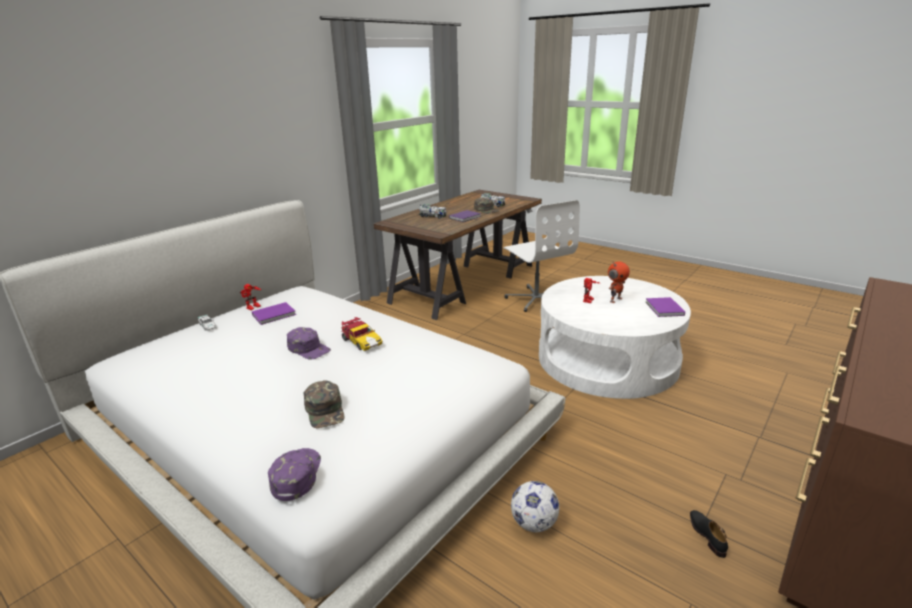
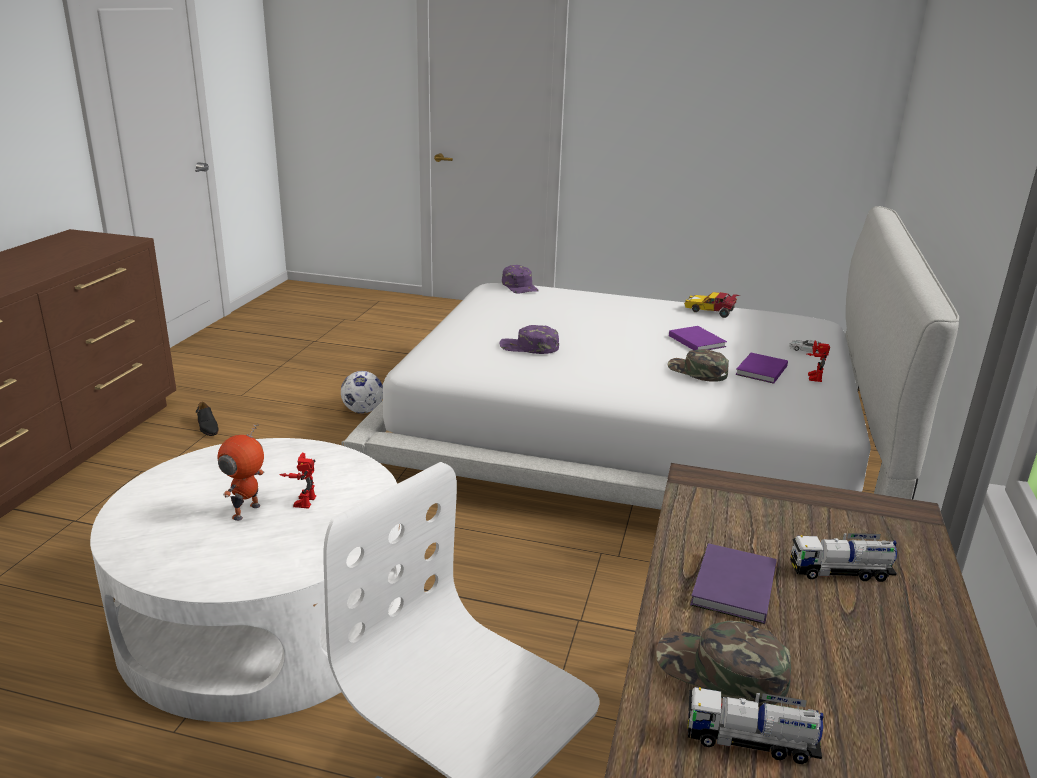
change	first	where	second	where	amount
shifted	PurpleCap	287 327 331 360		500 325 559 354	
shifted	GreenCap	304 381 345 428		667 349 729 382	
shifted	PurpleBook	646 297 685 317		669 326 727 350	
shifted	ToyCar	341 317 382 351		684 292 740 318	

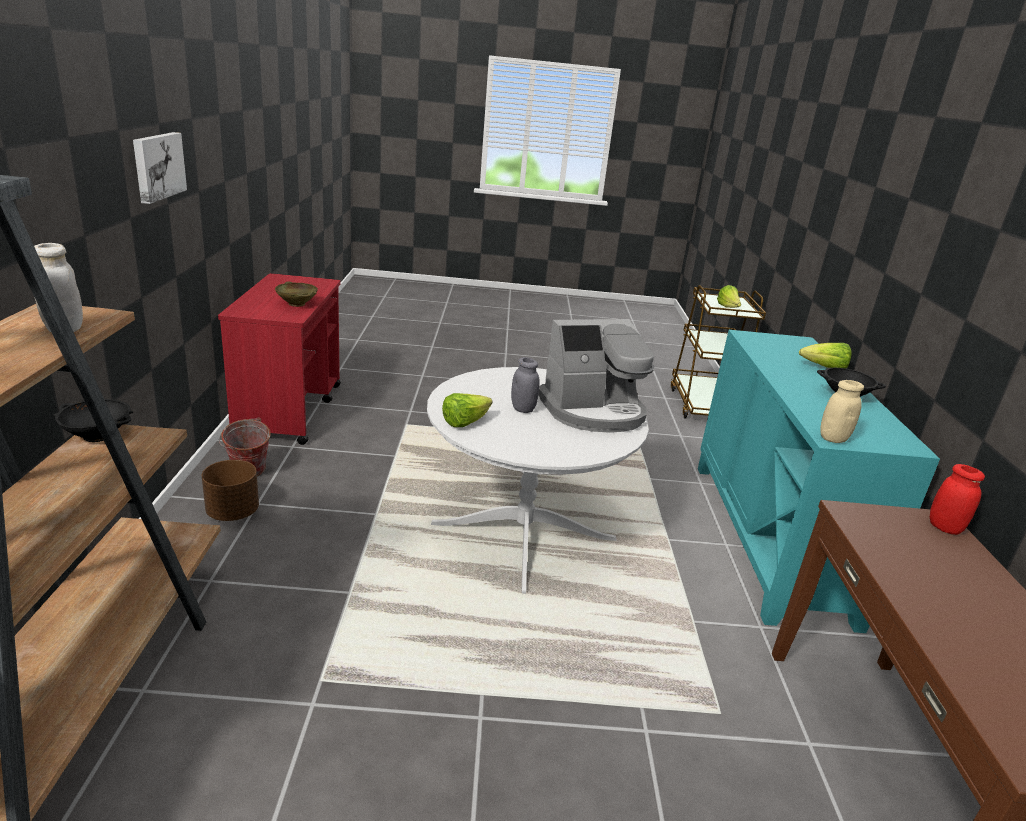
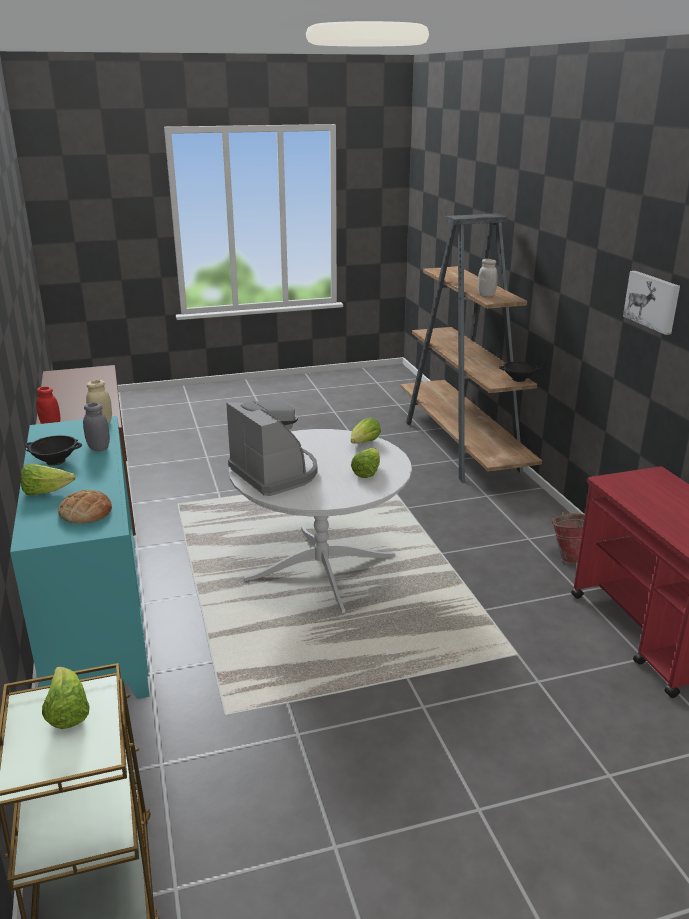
change	first	where	second	where	amount
new			Bread	58 490 112 523	
shifted	GreyJar	511 357 540 413		83 403 110 451	
rotated	CoffeeMachine	538 319 654 433		226 401 318 496	90 degrees clockwise
new			Lettuce	351 448 380 478	
gone	BrownPlanter	202 460 259 521			
gone	BeigeBowl	275 282 318 307			

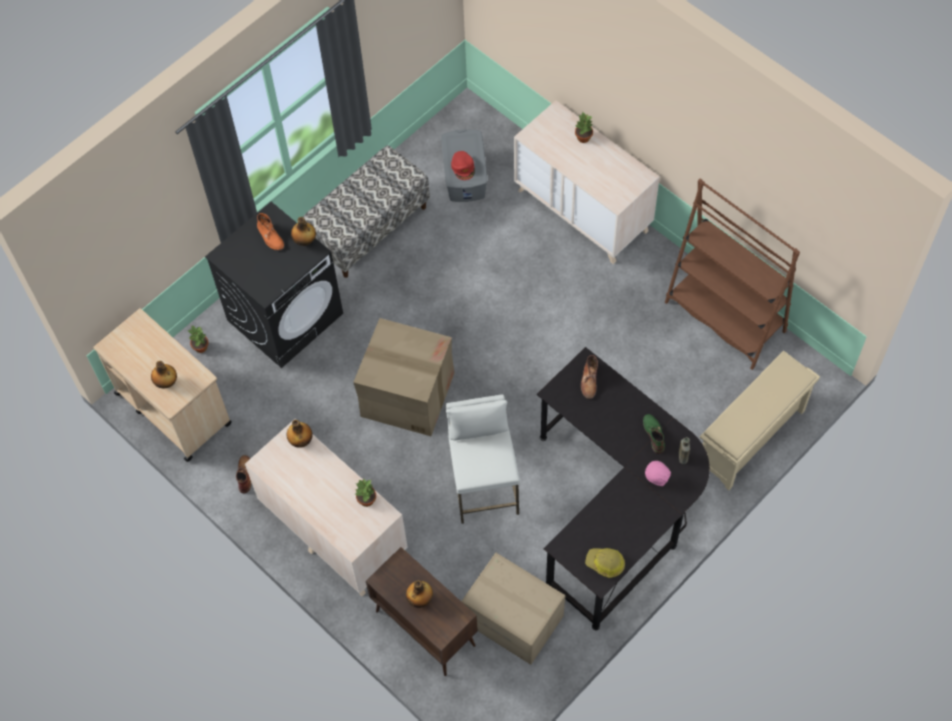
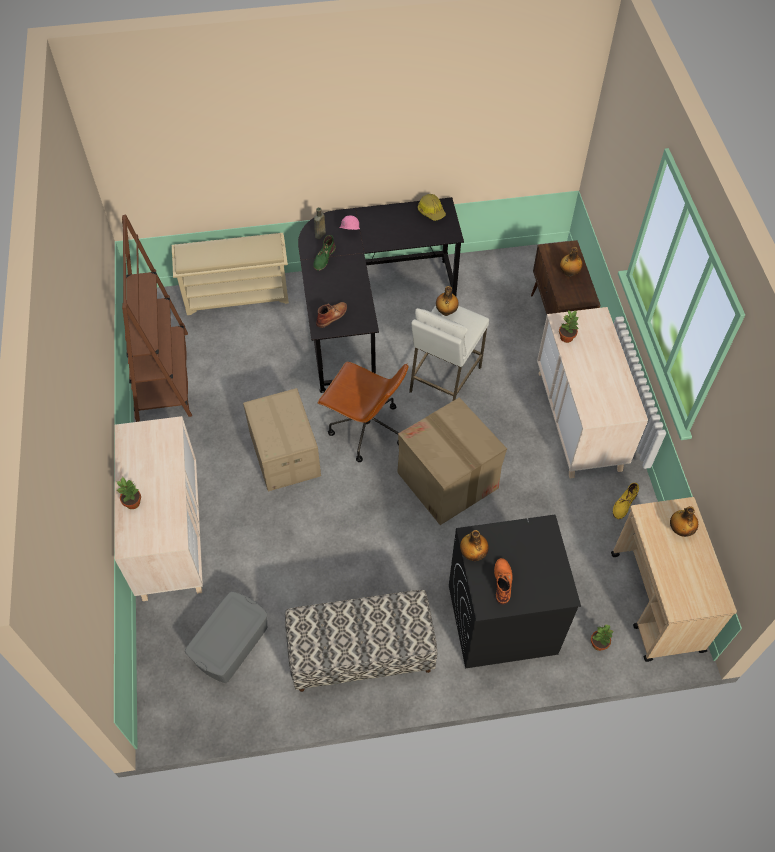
change	first	where	second	where	amount
shifted	CardboardBox	461 553 565 665		243 388 321 491	
new			BrownOfficeChair	317 362 408 462	
shifted	Bottle	286 420 312 448		436 286 459 316	
repainted	BrownBoot	236 455 252 493	YellowBoot	613 483 639 519	
gone	RedCap	451 151 475 180			

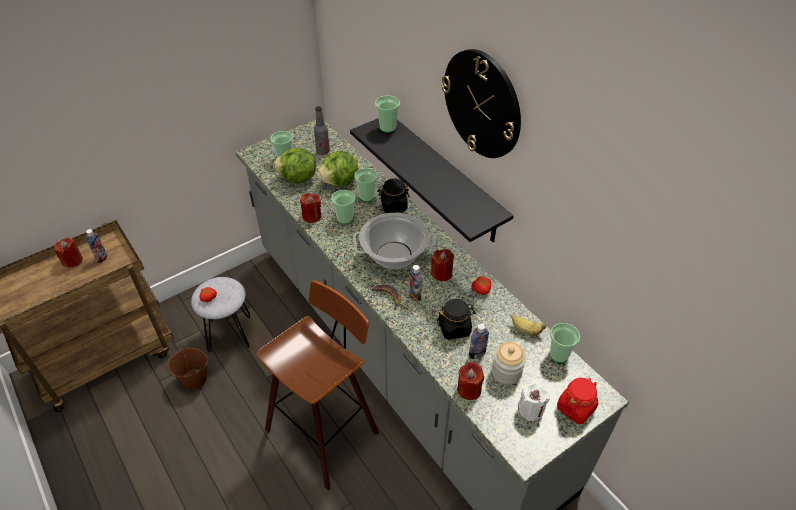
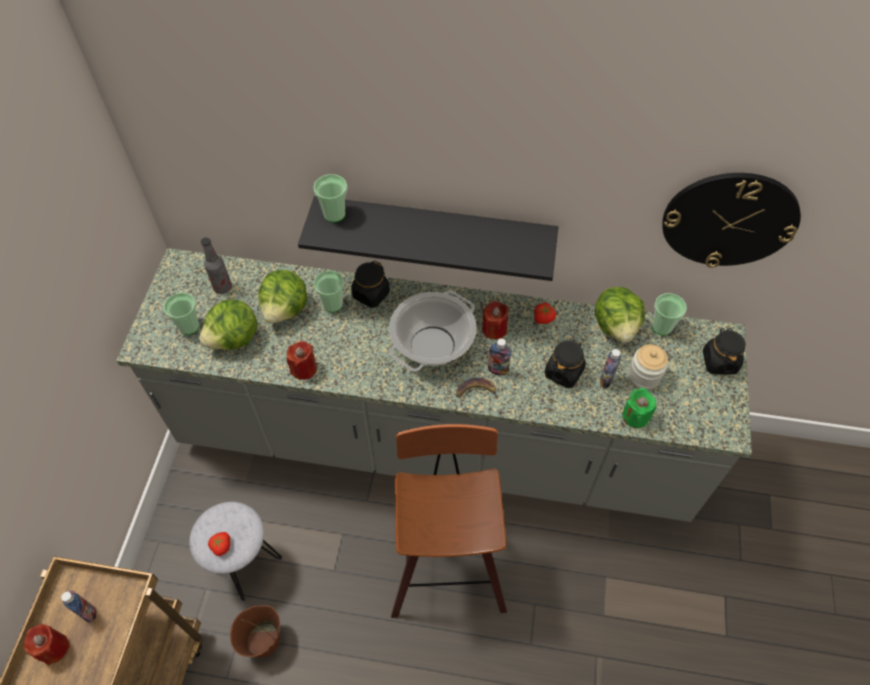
change	first	where	second	where	amount
swapped	Banana	511 315 546 335	Lettuce	595 287 645 343	
repainted	RedCandle	457 362 484 400	GreenCandle	622 388 657 429	
shifted	WallClock	442 49 521 158		662 173 801 268	
repainted	RedJar	557 378 598 424	BlackJar	703 328 745 375	
gone	Cup	331 190 356 224			
gone	WhiteCandle	518 383 549 421			

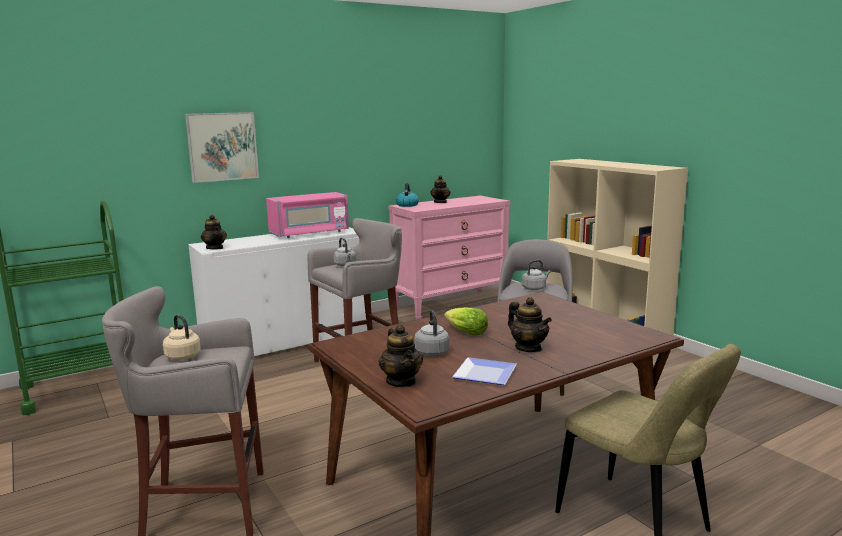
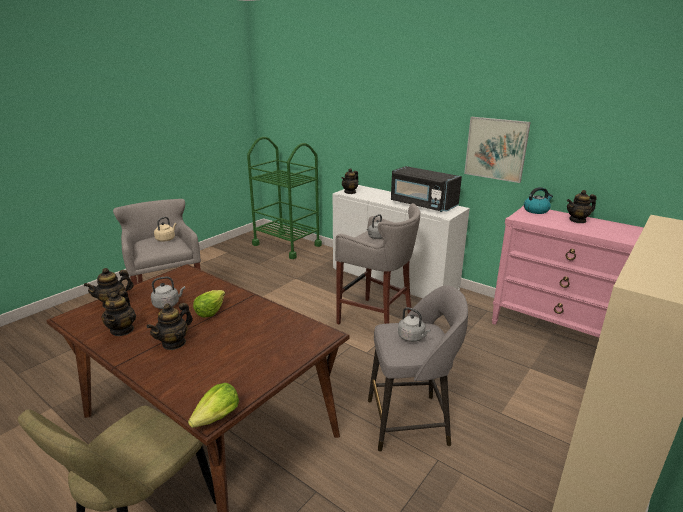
change	first	where	second	where	amount
swapped	Plate	452 357 517 385	Teapot	101 290 136 336	
new			Lettuce	188 383 239 428	
repainted	PinkMicrowave	266 192 349 238	BlackMicrowave	391 166 462 212	
shifted	Picture	185 112 259 183		464 117 531 183	

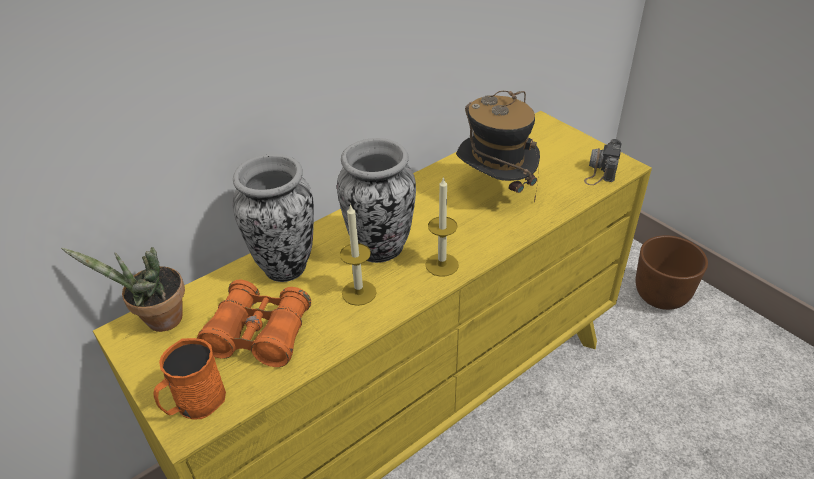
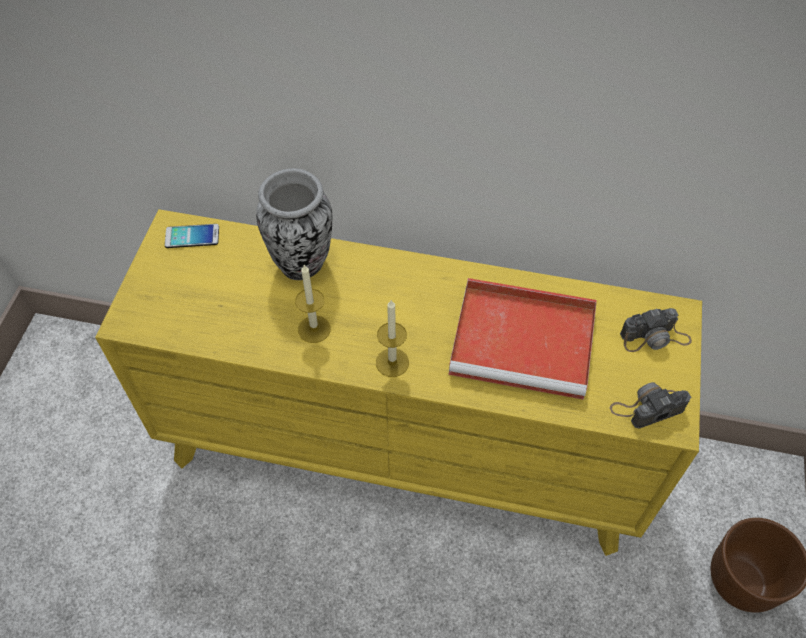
change	first	where	second	where	amount
swapped	PottedPlant	61 247 185 332	Phone	165 224 219 248	
swapped	Hat	456 91 540 202	RedTray	448 278 597 400	
new			PhotoCamera	620 308 692 352	
gone	OrangeMug	153 338 226 420			
gone	OrangeBinoculars	197 280 311 367			
gone	Vase	337 138 416 263			

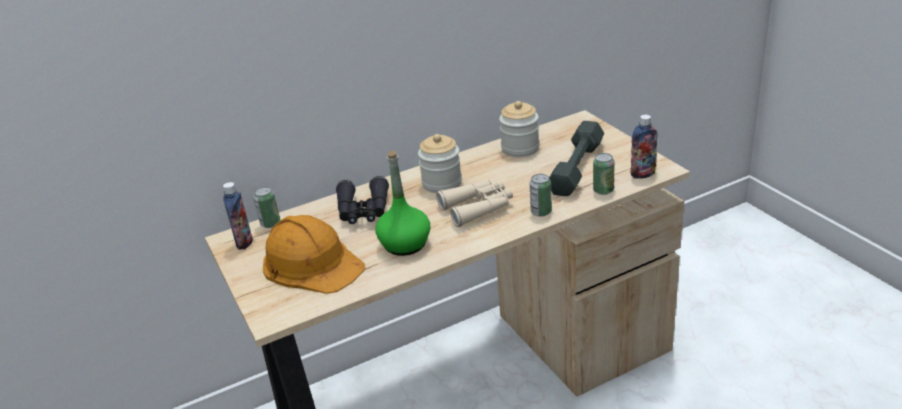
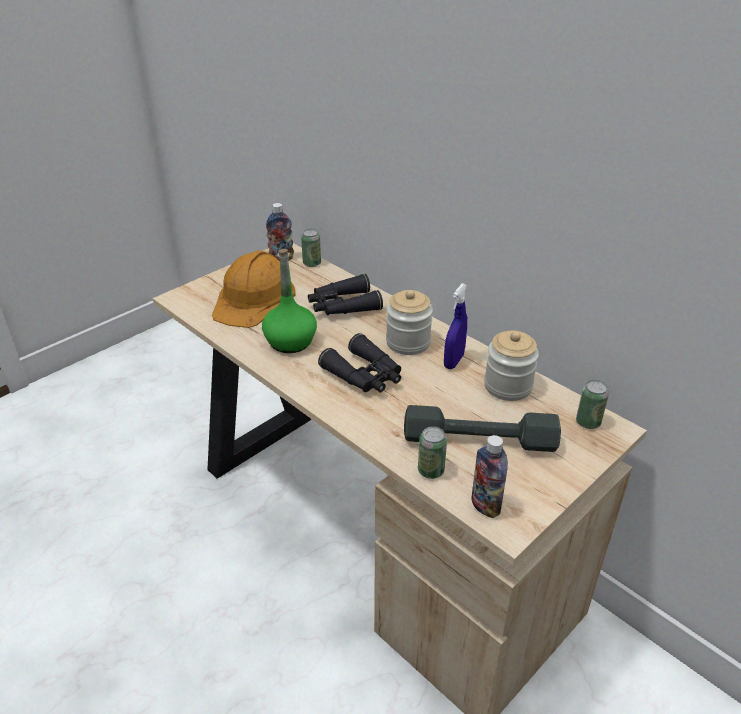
change	first	where	second	where	amount
repainted	BeigeBinoculars	436 180 513 227	BlackBinoculars	318 333 401 392	
new			BlueSprayBottle	444 283 467 369	
shifted	Can	530 174 552 217		576 380 609 429	

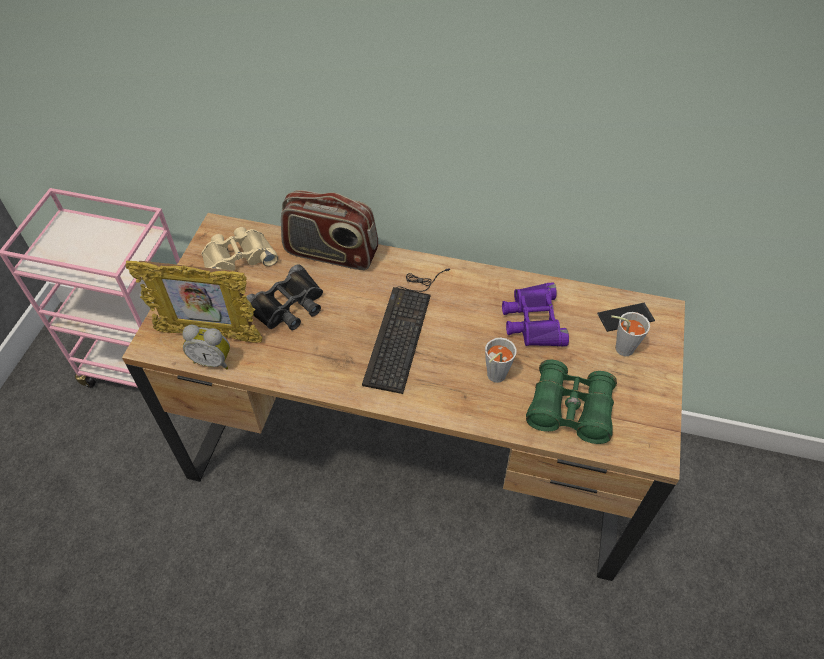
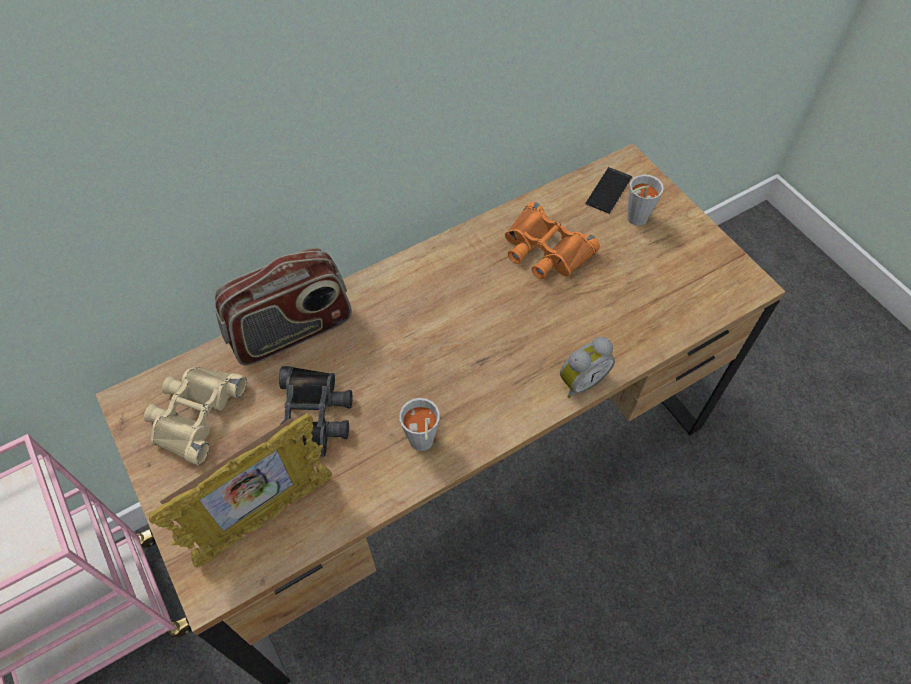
change	first	where	second	where	amount
shifted	GreyCup	485 338 517 383		399 398 440 451	
repainted	PurpleBinoculars	502 283 569 347	OrangeBinoculars	505 202 600 279	
shifted	AlarmClock	182 325 230 369		560 337 615 398	
gone	Keyboard	362 268 450 394			
gone	GreenBinoculars	526 360 617 444			

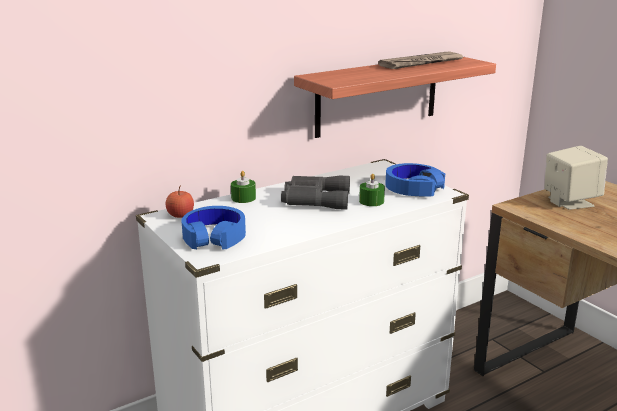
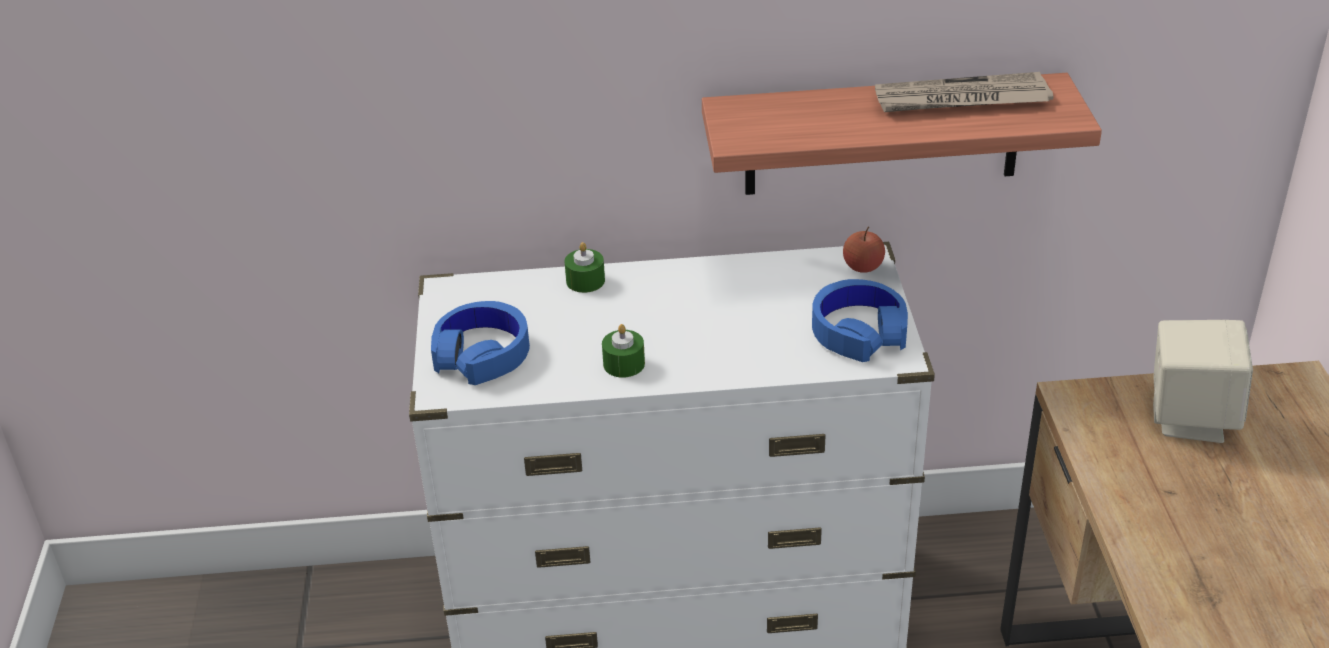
change	first	where	second	where	amount
shifted	GreenCandle	359 174 385 206		602 324 645 378	
shifted	Apple	166 186 194 218		843 226 885 273	
gone	GreyBinoculars	281 176 350 210			

